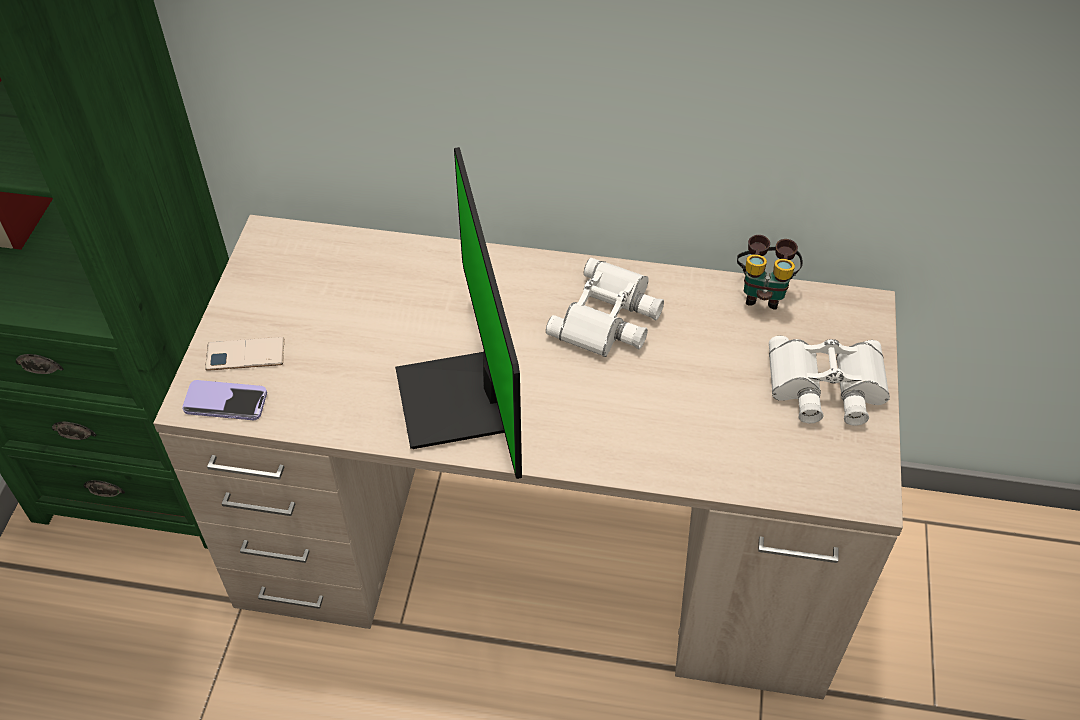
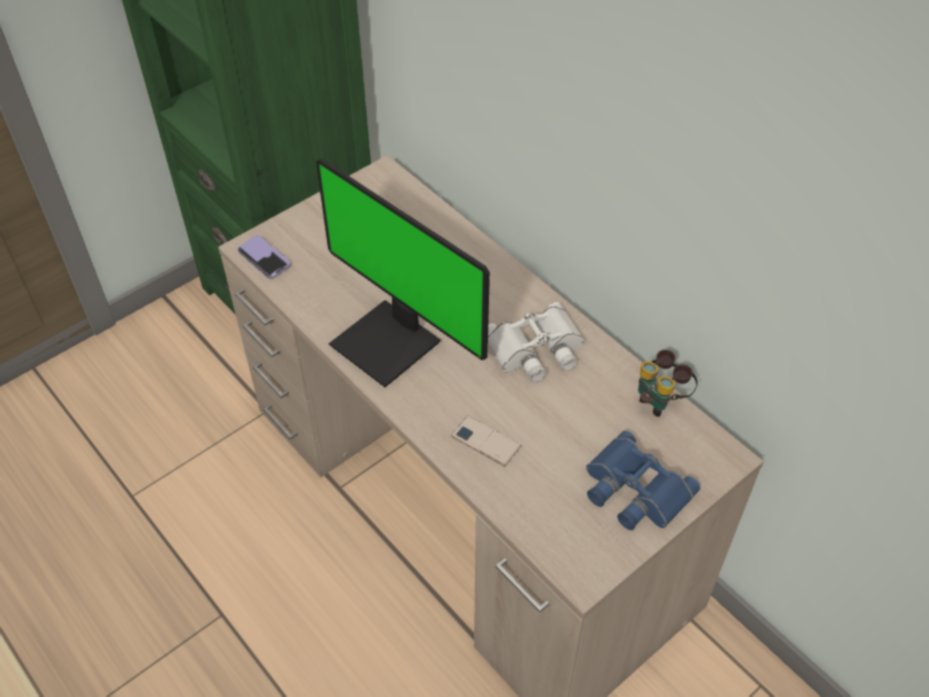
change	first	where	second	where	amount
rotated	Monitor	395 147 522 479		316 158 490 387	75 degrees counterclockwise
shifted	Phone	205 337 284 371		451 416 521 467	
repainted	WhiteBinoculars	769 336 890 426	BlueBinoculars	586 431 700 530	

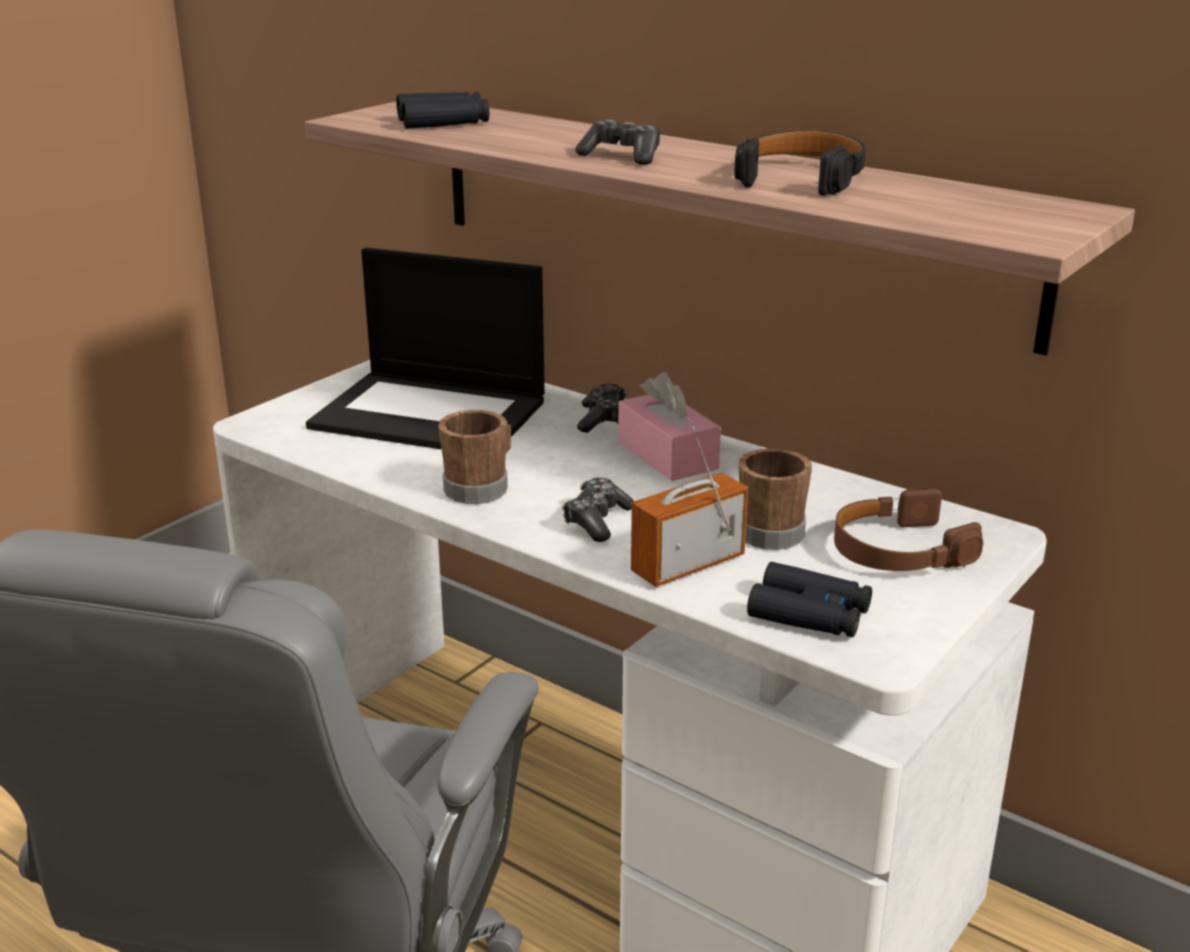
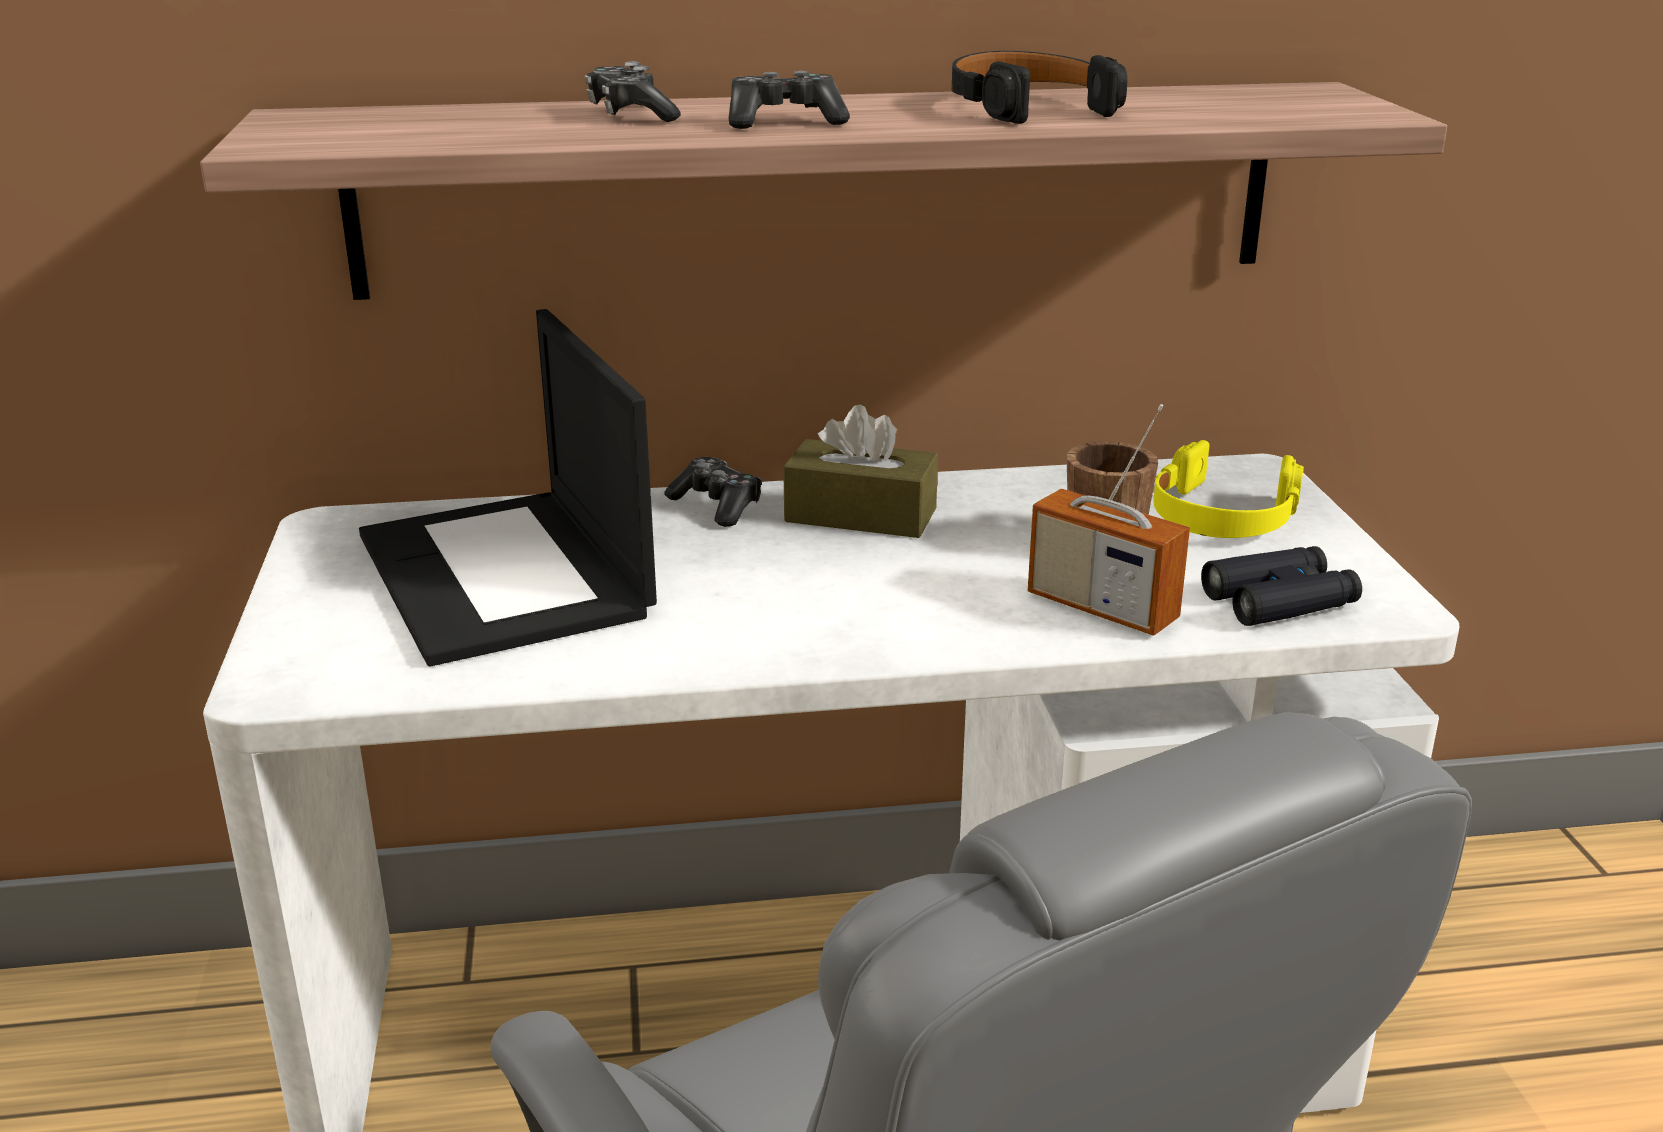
change	first	where	second	where	amount
rotated	Laptop	306 248 545 449		359 309 657 666	90 degrees clockwise
shifted	GameController	562 478 634 542		585 61 681 122	
repainted	PinkTissueBox	618 372 721 481	BrownTissueBox	783 404 938 538	
rotated	Radio	631 426 748 587		1028 404 1190 636	60 degrees counterclockwise
repainted	BrownHeadphones	834 487 983 571	YellowHeadphones	1153 440 1304 538	
gone	BlackBinoculars	396 92 489 129			
gone	BrownMug	438 410 511 504			

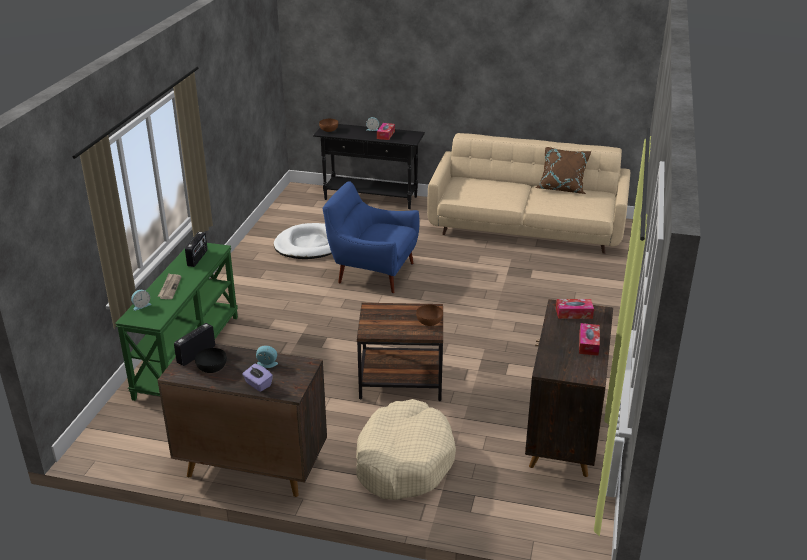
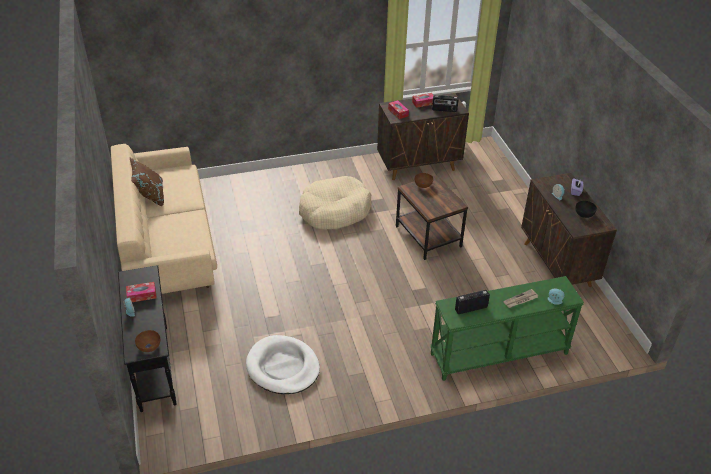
change	first	where	second	where	amount
shifted	BeigeDogBed	356 399 456 500		299 176 372 230	
shifted	Radio	174 323 215 366		432 95 459 112	
gone	BlueArmchair	322 181 419 293			

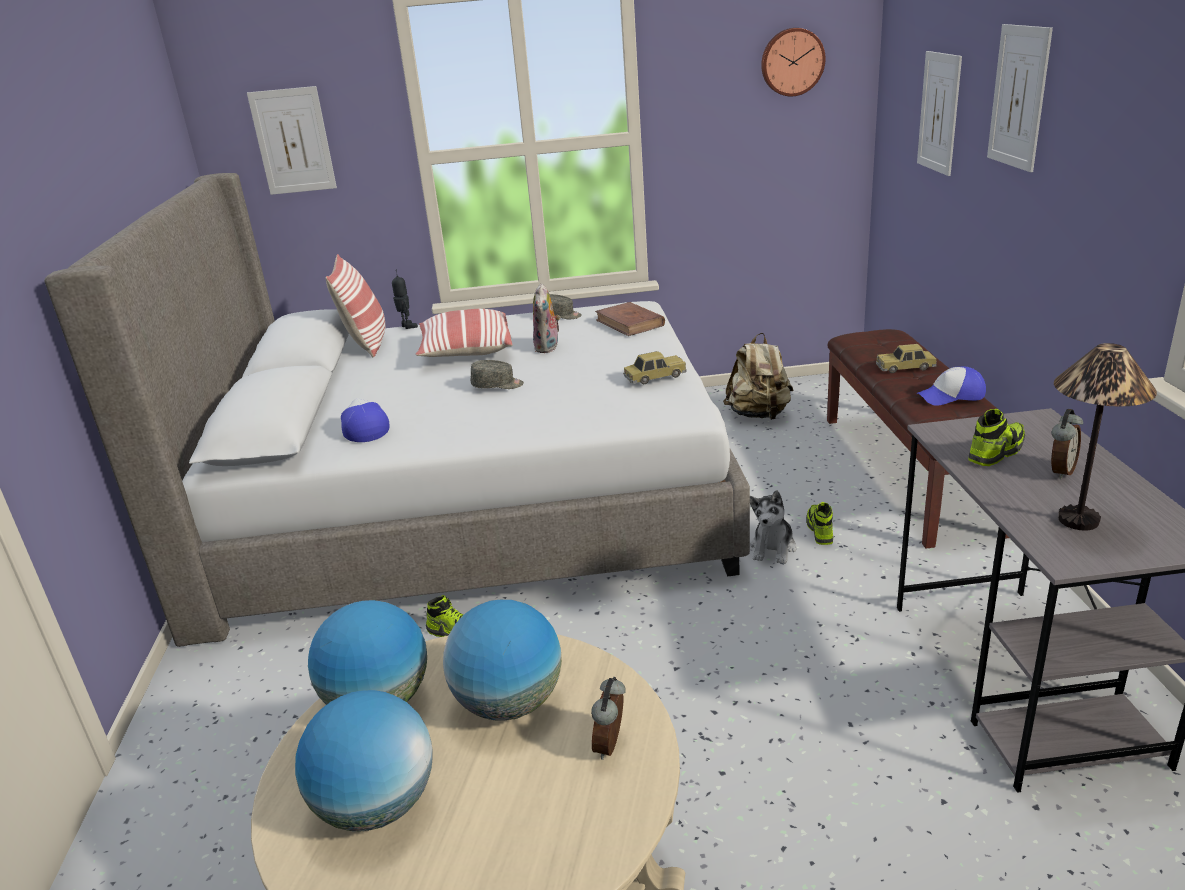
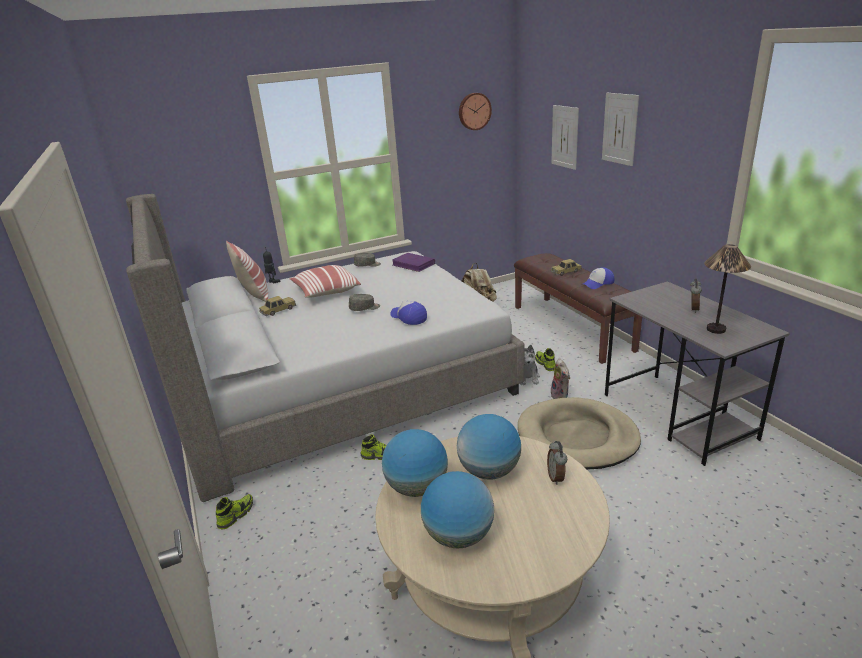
change	first	where	second	where	amount
shifted	Shoe	968 409 1025 466		216 494 253 529	
shifted	ToyCar	623 351 687 384		259 296 296 316	
shifted	Cap	341 398 390 442		390 300 427 325	
repainted	BrownBook	595 302 665 336	PurpleBook	392 253 435 272	
new			BeigeDogBed	518 397 641 469	
shifted	PlushToy	533 283 560 353		551 358 570 399	
gone	Picture	247 86 337 195			

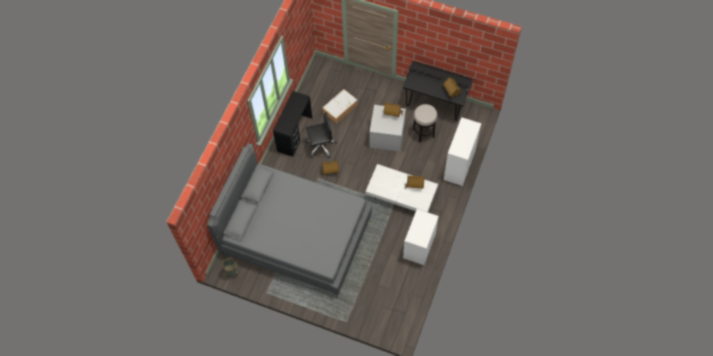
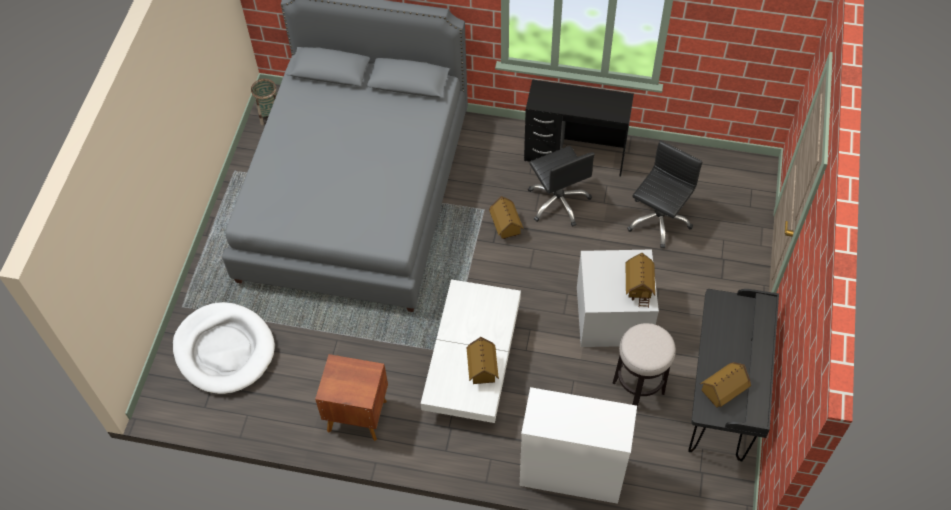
change	first	where	second	where	amount
new			WhiteDogBed	173 302 275 394	
swapped	WhiteDresser	403 209 439 266	BrownNightstand	315 354 388 441	
swapped	StorageBox	322 89 358 124	BlackOfficeChair	627 140 703 248	

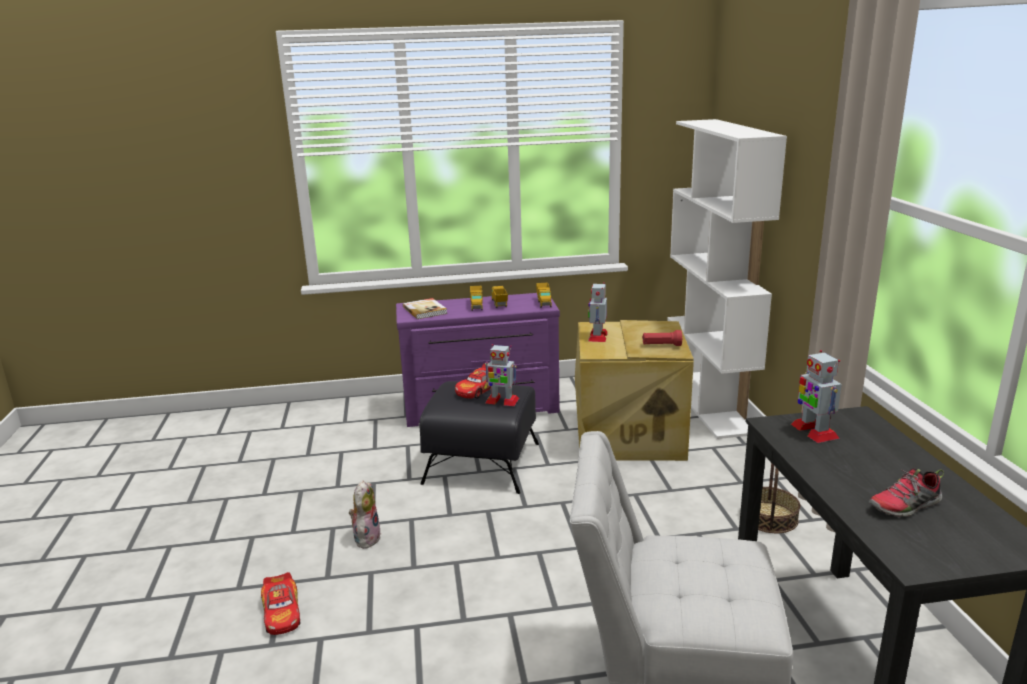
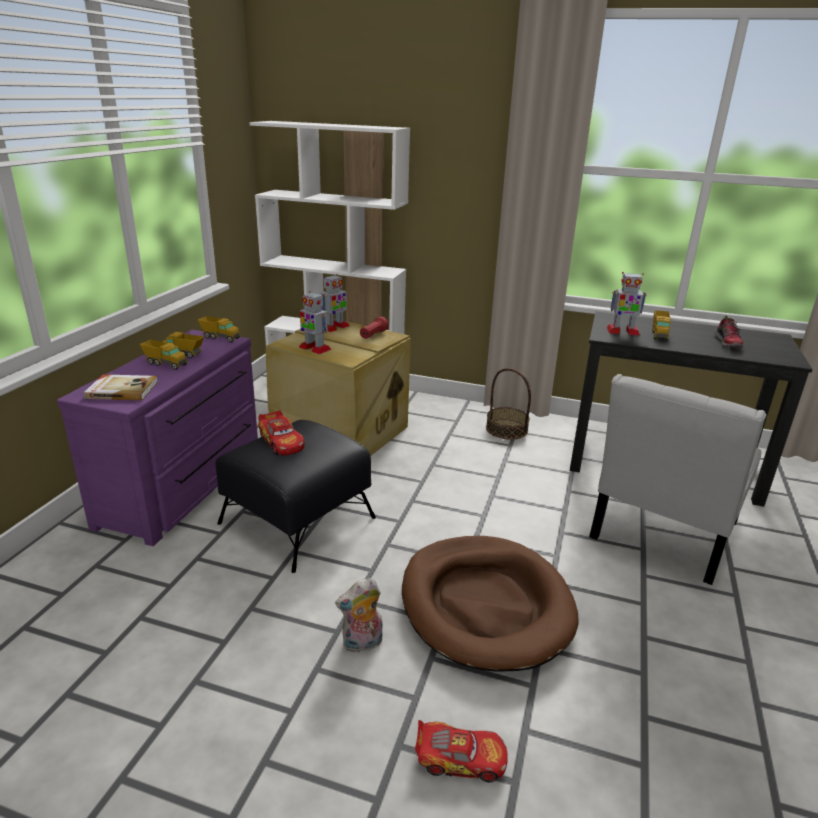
change	first	where	second	where	amount
shifted	ToyRobot	485 344 519 406		321 274 350 332	
rotated	PlushToy	349 480 381 549		335 578 383 653	60 degrees counterclockwise
new			BrownDogBed	402 536 579 672	
new			ToyTruck	652 310 671 341	

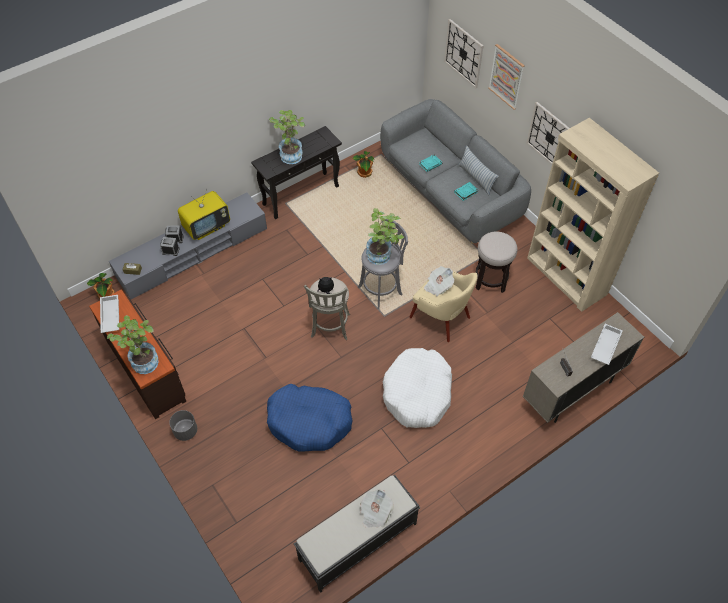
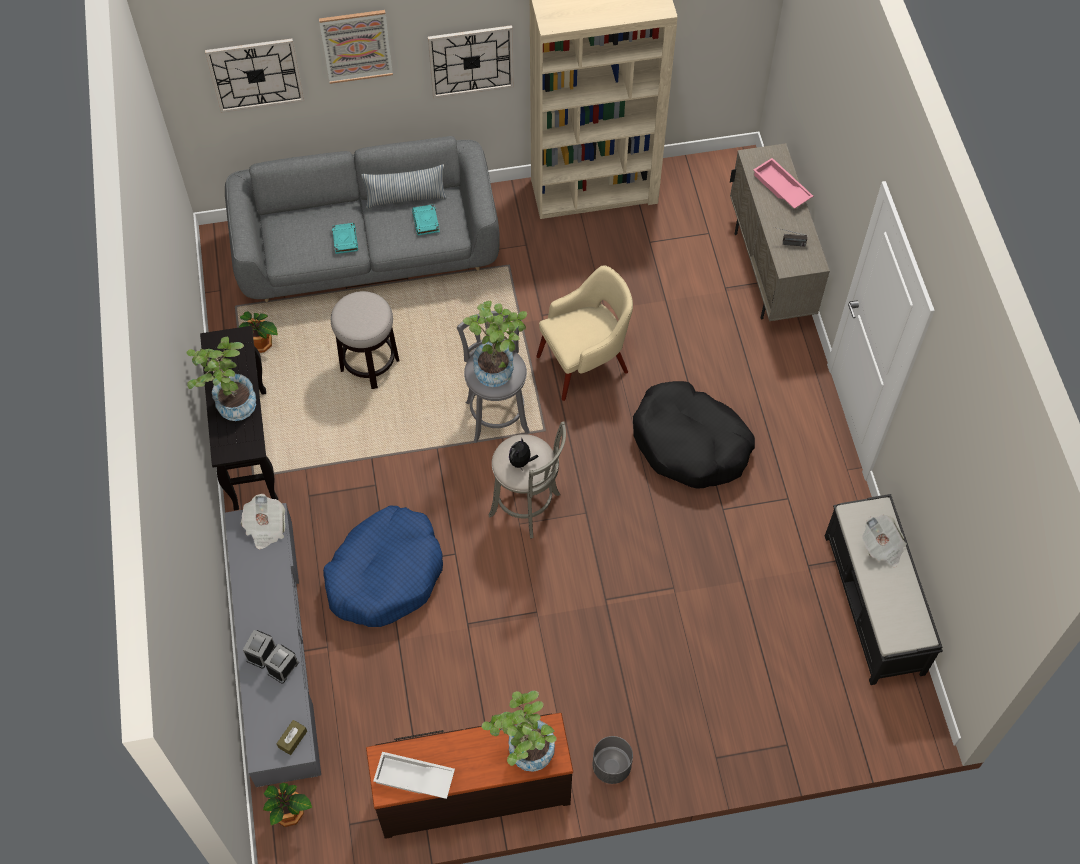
change	first	where	second	where	amount
shifted	Newspaper	424 266 454 297		241 494 285 549	
shifted	BlueDogBed	267 384 353 452		323 506 443 627	
shifted	Stool	475 231 518 293		331 291 399 389	
repainted	WhiteDogBed	383 348 452 428	BlackDogBed	633 381 755 488	
repainted	WhiteTray	591 324 623 365	PinkTray	753 158 813 209	
gone	Television	178 189 230 240			

